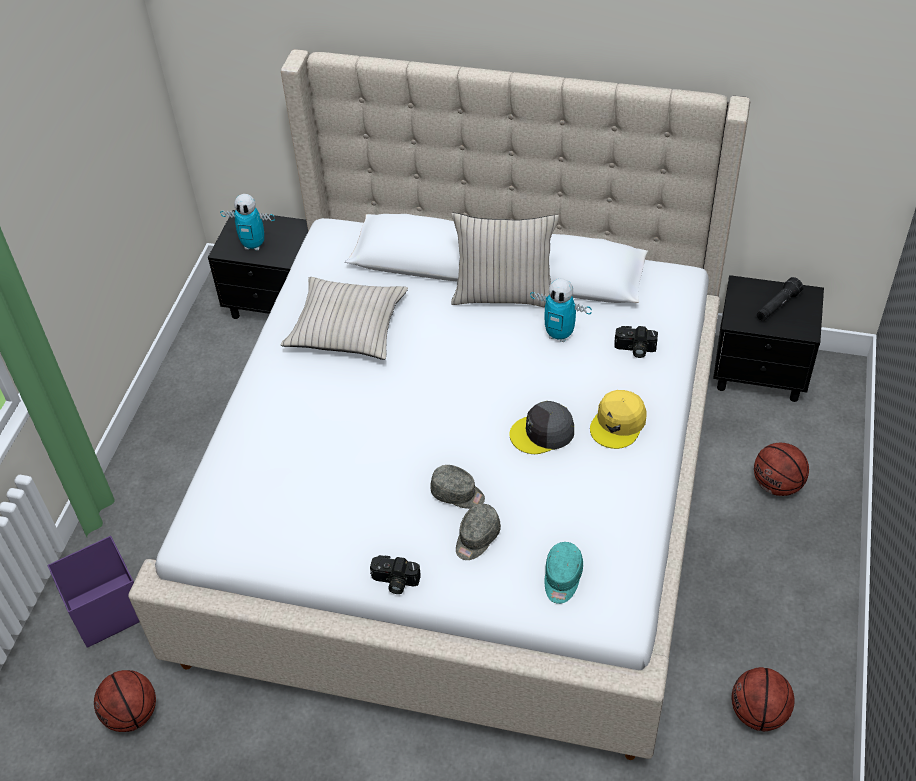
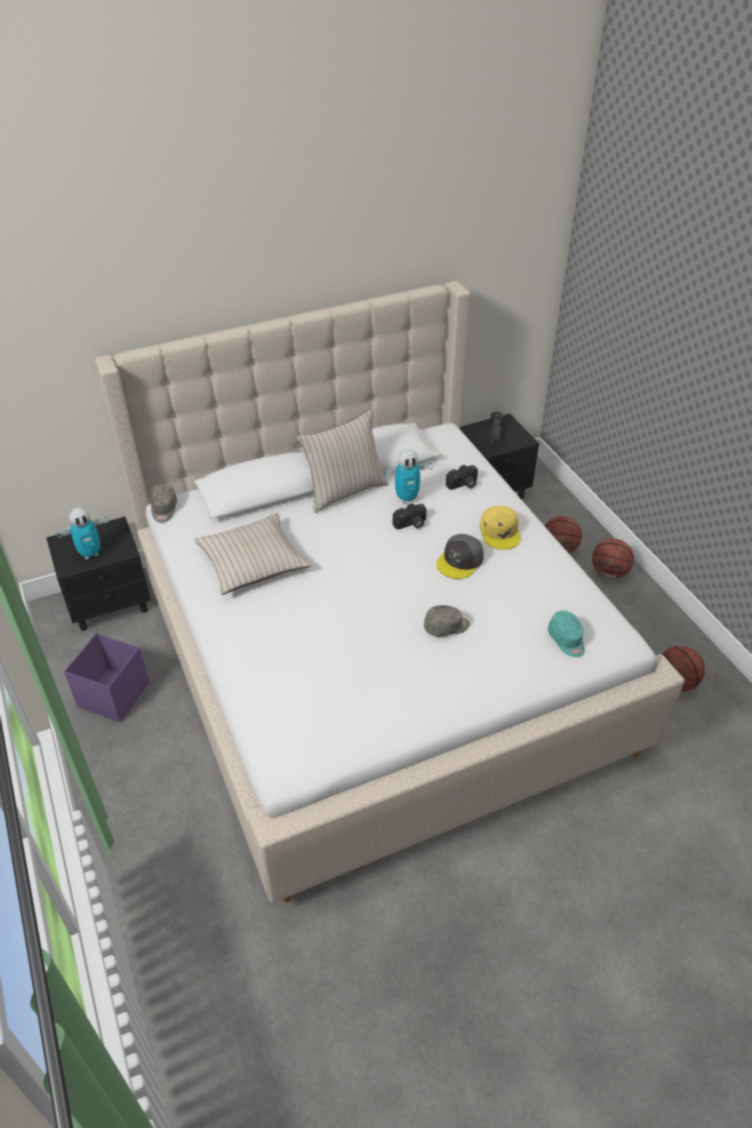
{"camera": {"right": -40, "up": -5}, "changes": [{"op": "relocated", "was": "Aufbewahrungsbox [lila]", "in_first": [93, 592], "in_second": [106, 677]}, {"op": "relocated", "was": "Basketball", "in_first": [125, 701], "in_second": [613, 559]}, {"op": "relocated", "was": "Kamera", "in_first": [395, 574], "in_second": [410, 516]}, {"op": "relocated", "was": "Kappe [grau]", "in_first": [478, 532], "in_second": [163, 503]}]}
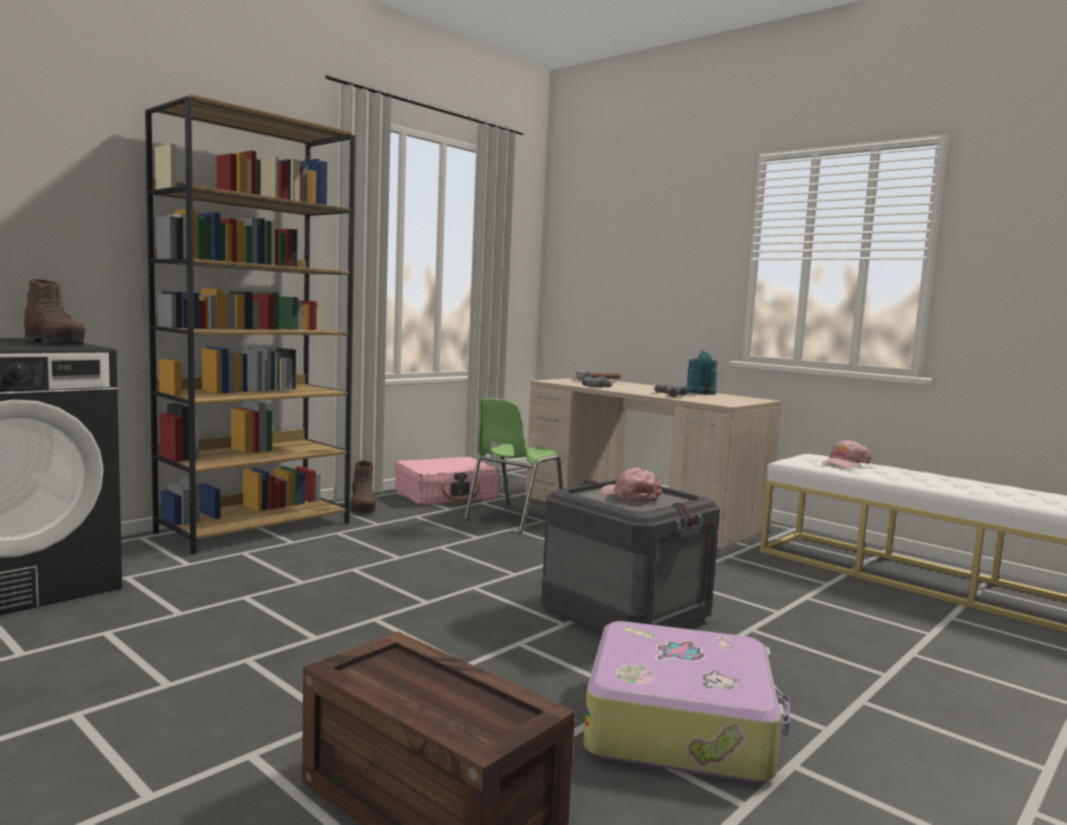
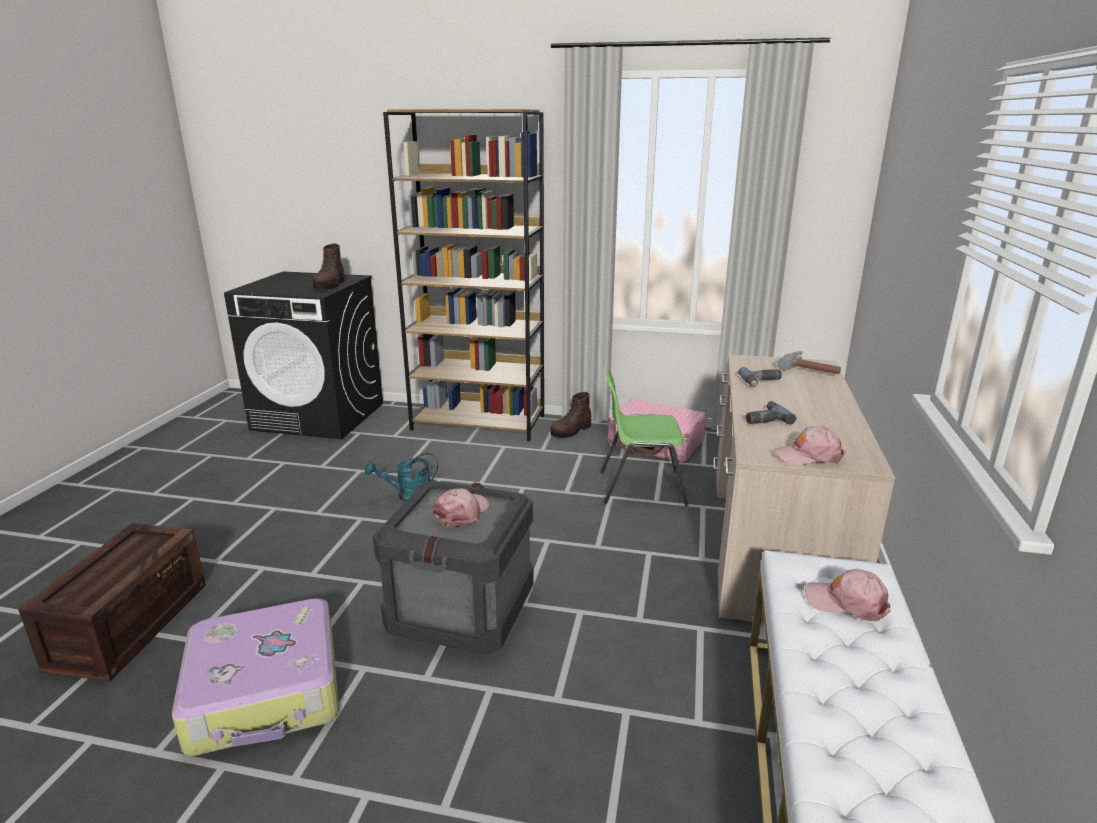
{"camera": {"right": 60, "up": 15}, "changes": [{"op": "relocated", "was": "Gießkanne [türkis]", "in_first": [702, 372], "in_second": [401, 477]}, {"op": "appeared", "now": "Kappe [rosa]", "in_second": [809, 446]}]}
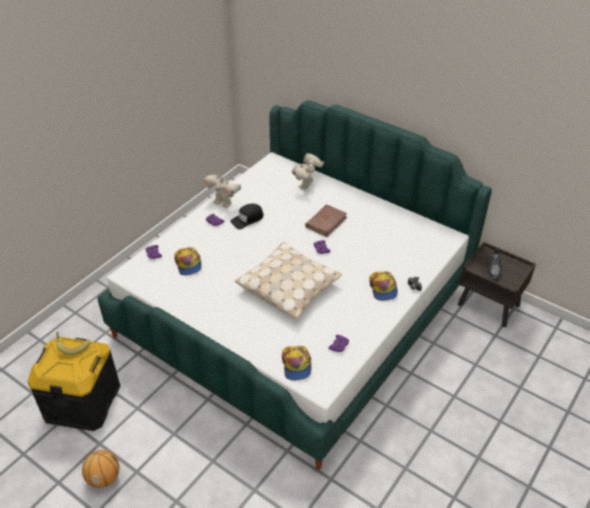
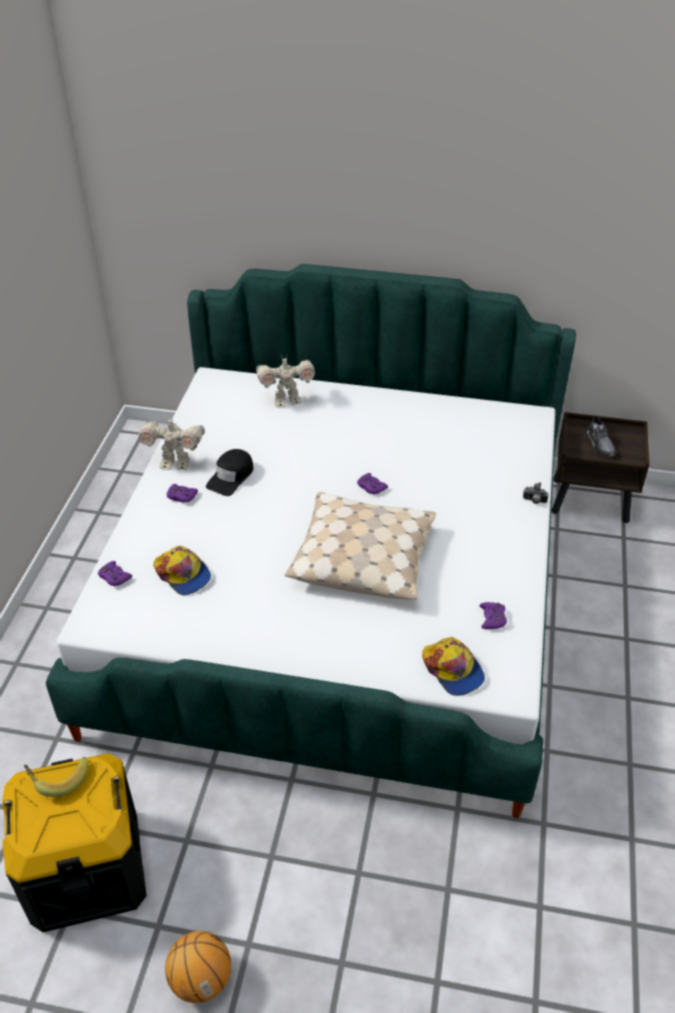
{"camera": {"right": -25, "up": 0}, "changes": [{"op": "spun", "was": "Spielzeugroboter", "in_first": [308, 171], "in_second": [285, 381], "clockwise": -105}, {"op": "missing", "was": "Buch [braun]", "in_first": [326, 220]}, {"op": "missing", "was": "Kappe", "in_first": [384, 286]}]}
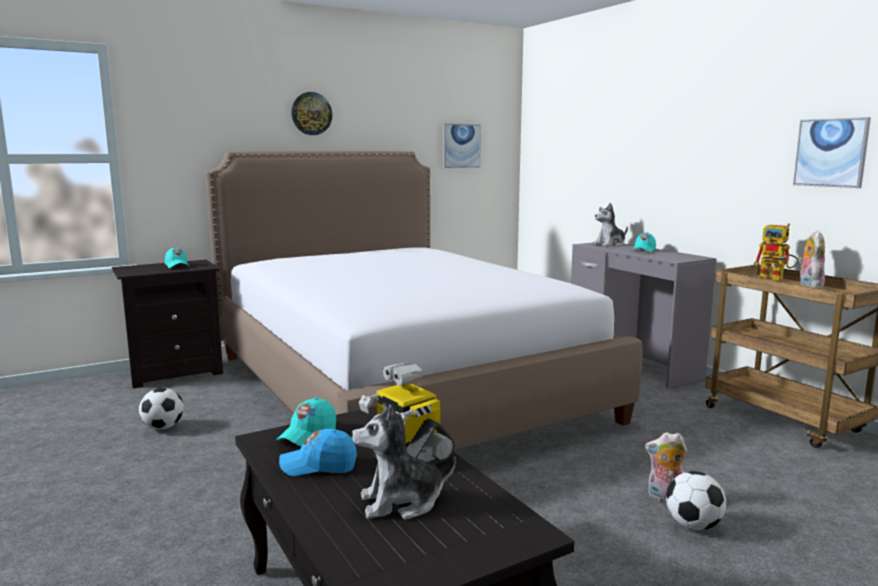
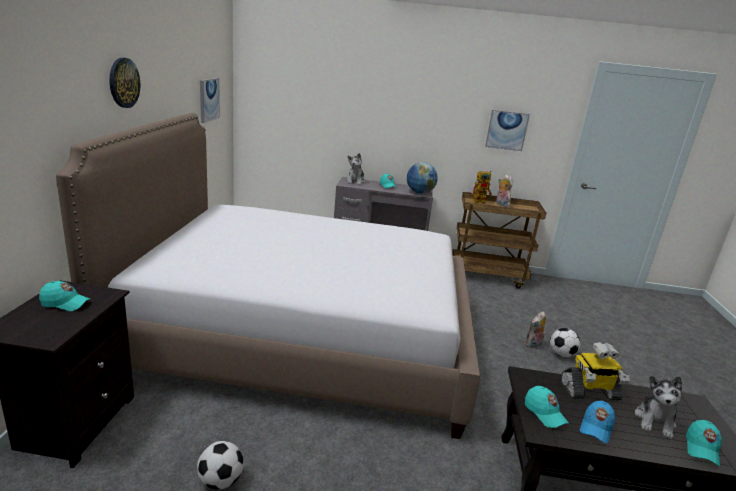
{"camera": {"right": -55, "up": 10}, "changes": [{"op": "appeared", "now": "Globus", "in_second": [422, 178]}, {"op": "appeared", "now": "Kappe [türkis]", "in_second": [704, 443]}]}
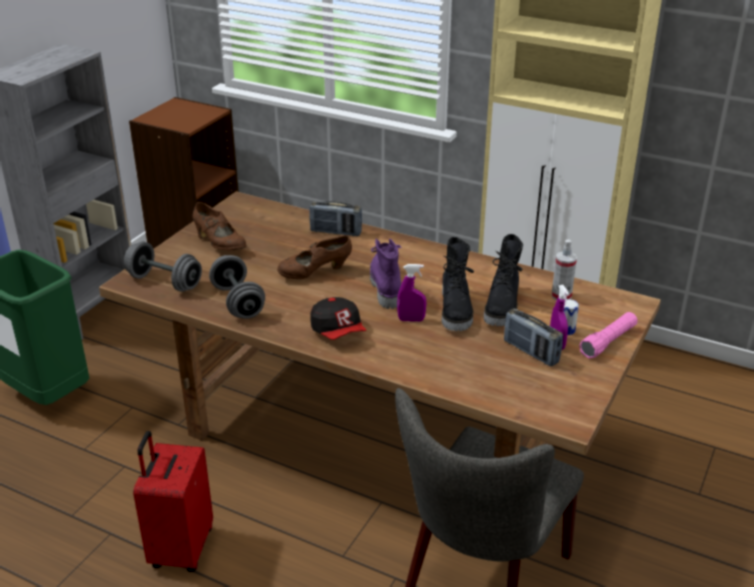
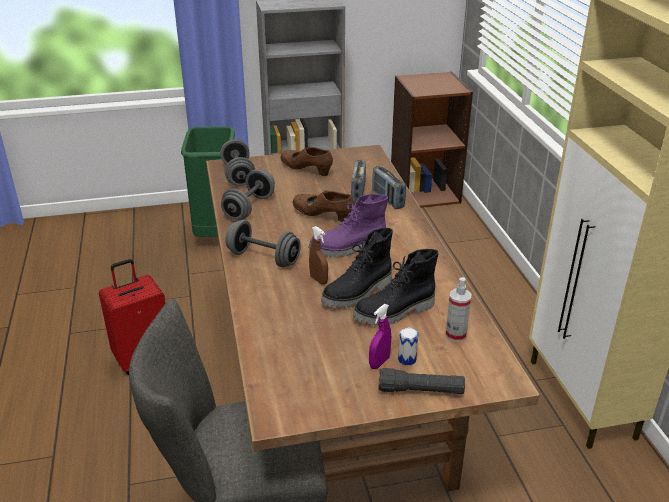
{"camera": {"right": 50, "up": 0}, "changes": [{"op": "spun", "was": "Schuh [braun]", "in_first": [219, 226], "in_second": [307, 161], "clockwise": 120}, {"op": "exchanged", "was": "Kappe", "now": "Hantel [grau]", "in_first": [338, 318], "in_second": [263, 243]}, {"op": "spun", "was": "Stiefel [lila]", "in_first": [386, 274], "in_second": [348, 226], "clockwise": -150}, {"op": "colour", "was": "Sprühflasche [lila]", "now": "Sprühflasche [braun]", "in_first": [411, 293], "in_second": [318, 255]}, {"op": "relocated", "was": "Radio", "in_first": [533, 337], "in_second": [358, 181]}, {"op": "colour", "was": "Taschenlampe [rosa]", "now": "Taschenlampe [schwarz]", "in_first": [608, 335], "in_second": [421, 381]}]}
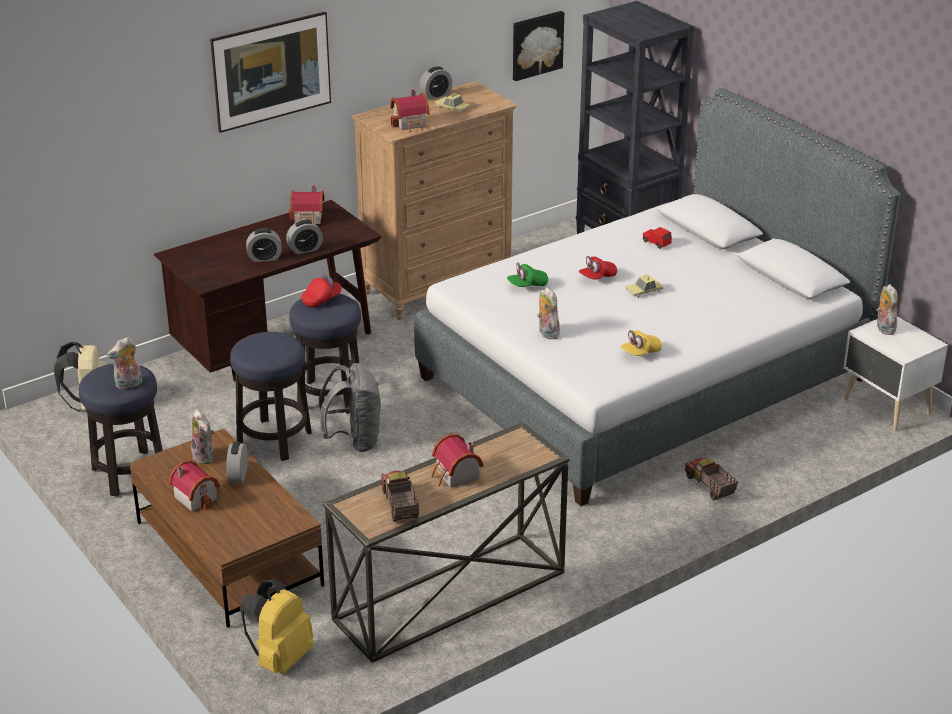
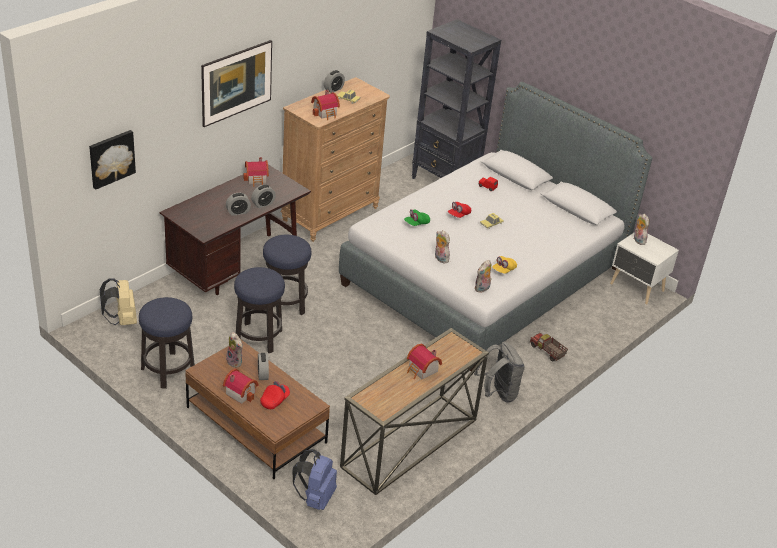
{"camera": {"right": -15, "up": 5}, "changes": [{"op": "relocated", "was": "Plüschtier", "in_first": [124, 363], "in_second": [483, 276]}, {"op": "colour", "was": "Rucksack [gelb]", "now": "Rucksack [blau]", "in_first": [276, 626], "in_second": [314, 479]}, {"op": "relocated", "was": "Kappe [rot]", "in_first": [322, 291], "in_second": [275, 395]}, {"op": "relocated", "was": "Rucksack [grau]", "in_first": [350, 407], "in_second": [499, 372]}, {"op": "missing", "was": "Spielzeuglaster", "in_first": [400, 496]}, {"op": "relocated", "was": "Bild", "in_first": [538, 46], "in_second": [112, 160]}]}
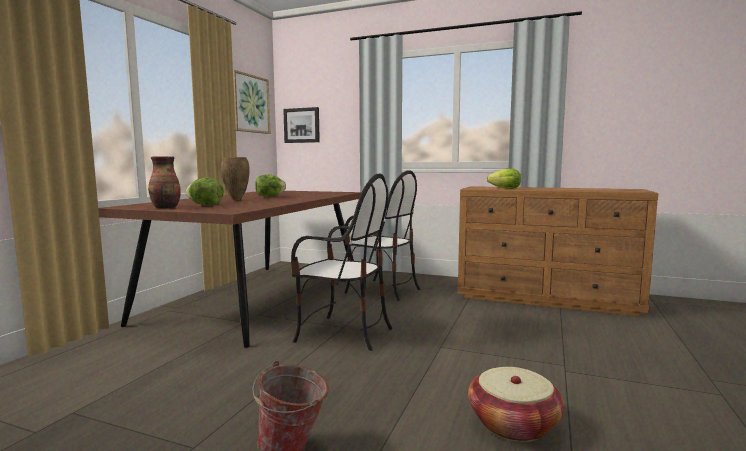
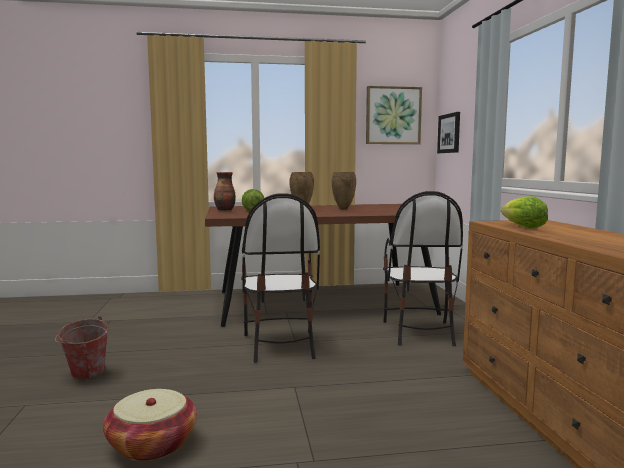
{"camera": {"right": 60, "up": 0}, "changes": [{"op": "exchanged", "was": "Salatkopf", "now": "Vase [braun]", "in_first": [270, 185], "in_second": [343, 191]}]}
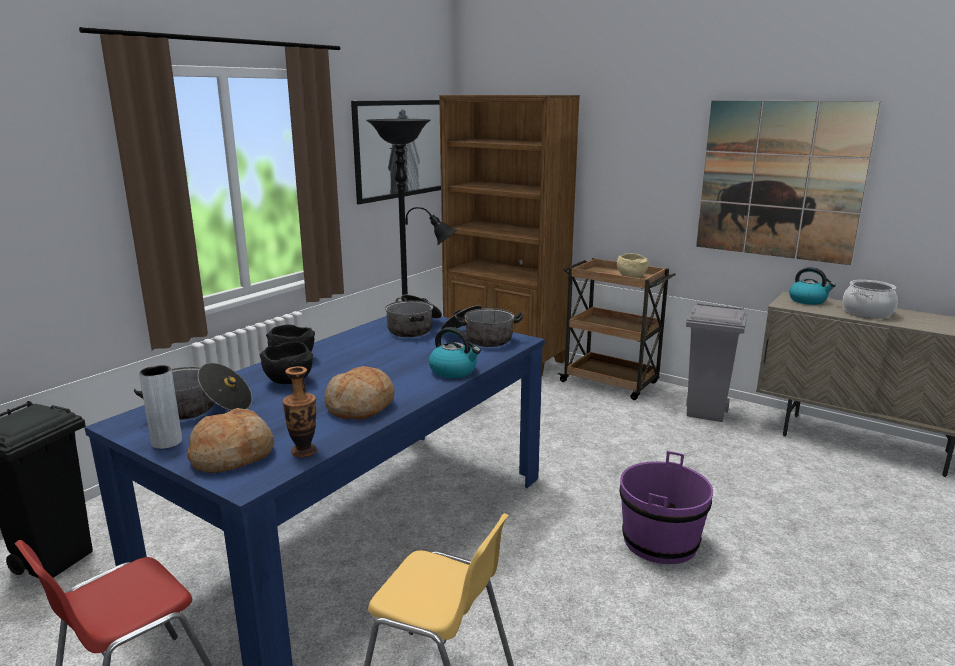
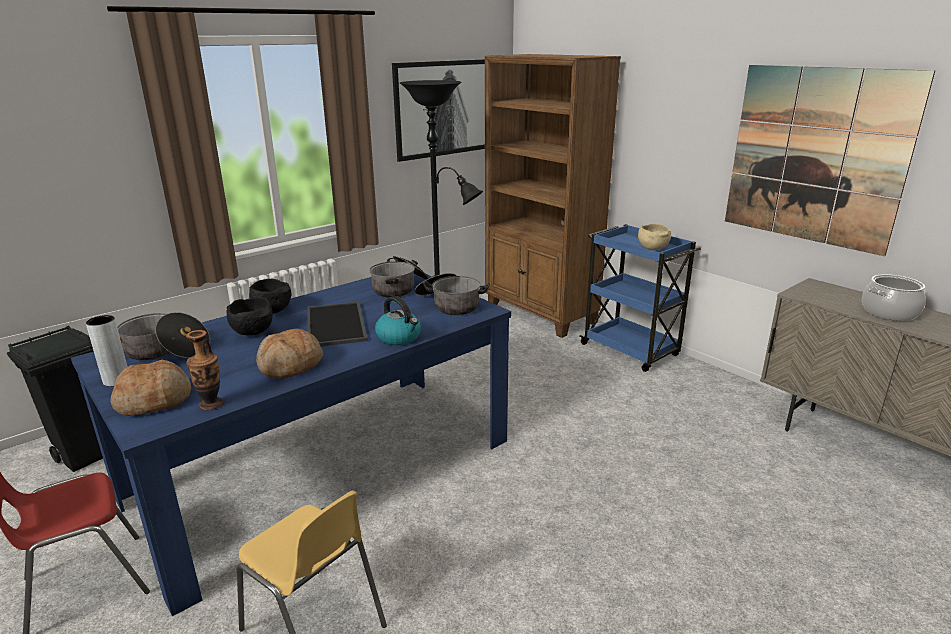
{"camera": {"right": 15, "up": 5}, "changes": [{"op": "colour", "was": "Rollwagen [braun]", "now": "Rollwagen [blau]", "in_first": [617, 329], "in_second": [640, 298]}, {"op": "missing", "was": "Eimer [lila]", "in_first": [666, 507]}, {"op": "missing", "was": "Mülleimer [grau]", "in_first": [716, 362]}, {"op": "missing", "was": "Wasserkessel", "in_first": [812, 286]}, {"op": "appeared", "now": "Tablett", "in_second": [337, 323]}]}
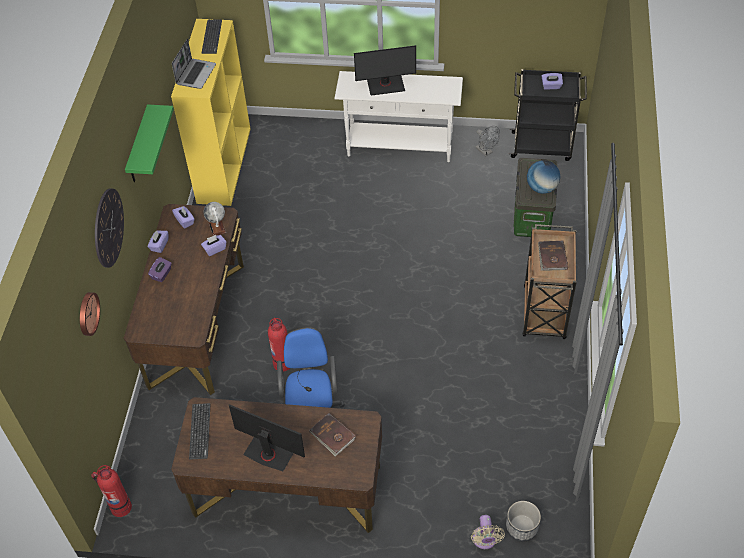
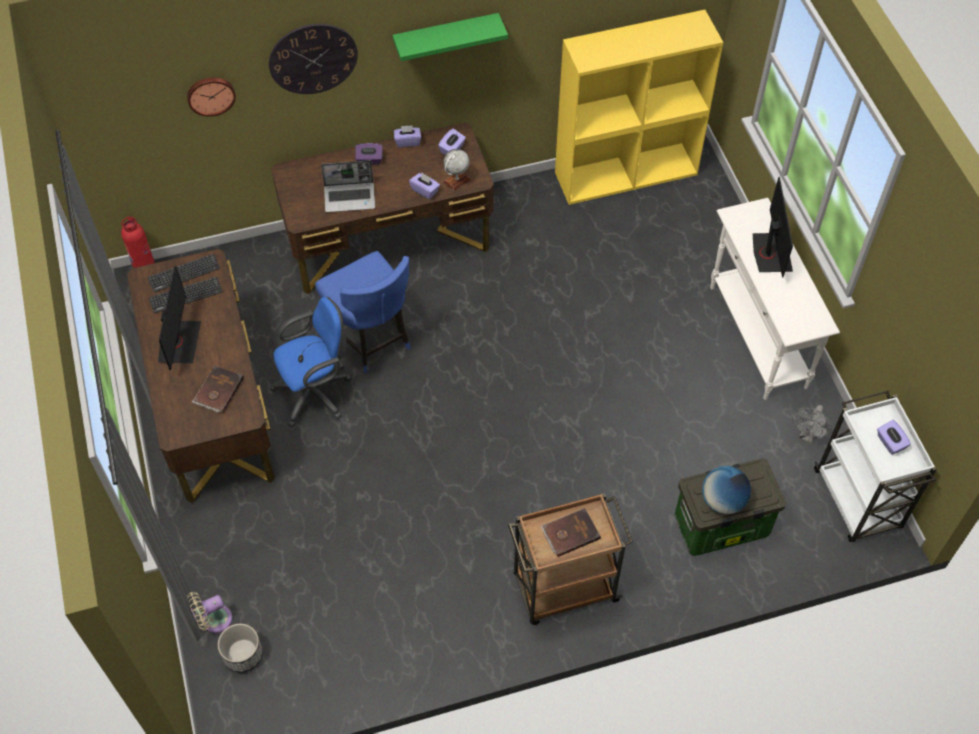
{"camera": {"right": 65, "up": 5}, "changes": [{"op": "relocated", "was": "Laptop", "in_first": [194, 64], "in_second": [348, 186]}, {"op": "relocated", "was": "Tastatur", "in_first": [212, 36], "in_second": [186, 295]}, {"op": "exchanged", "was": "Feuerlöscher", "now": "Stuhl [blau]", "in_first": [279, 344], "in_second": [363, 312]}, {"op": "spun", "was": "Monitor", "in_first": [385, 70], "in_second": [773, 227], "clockwise": -150}, {"op": "colour", "was": "Rollwagen [schwarz]", "now": "Rollwagen [weiß]", "in_first": [548, 115], "in_second": [875, 466]}]}
